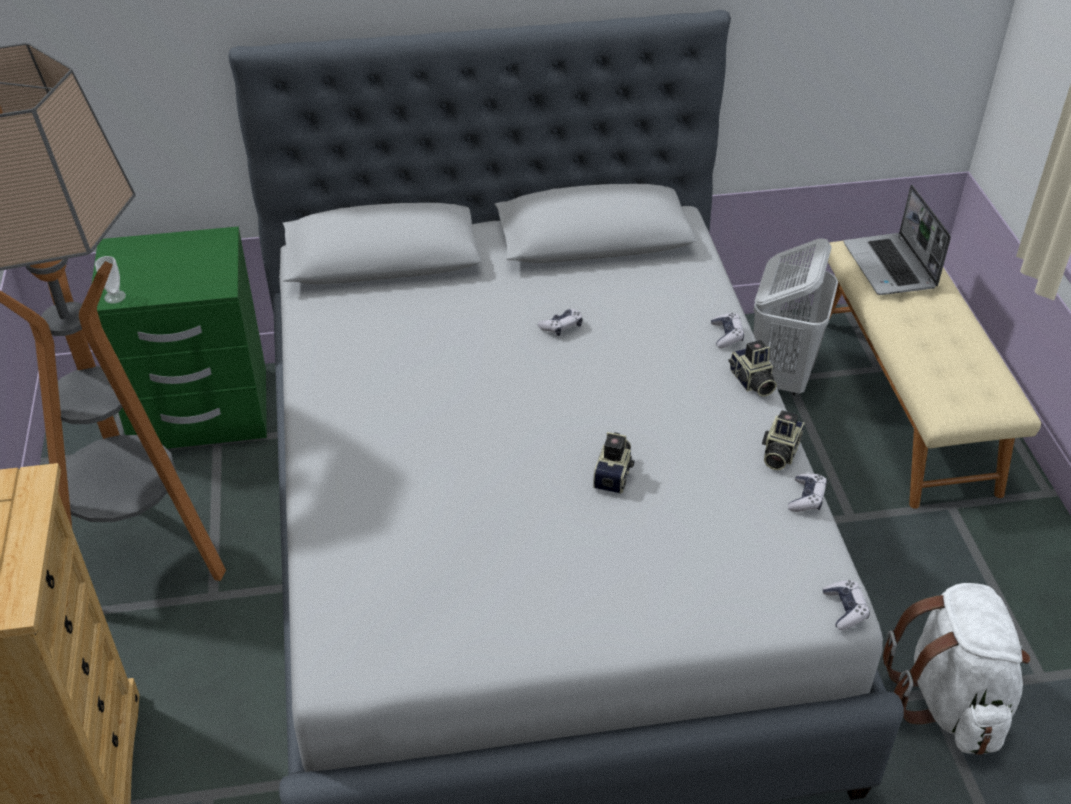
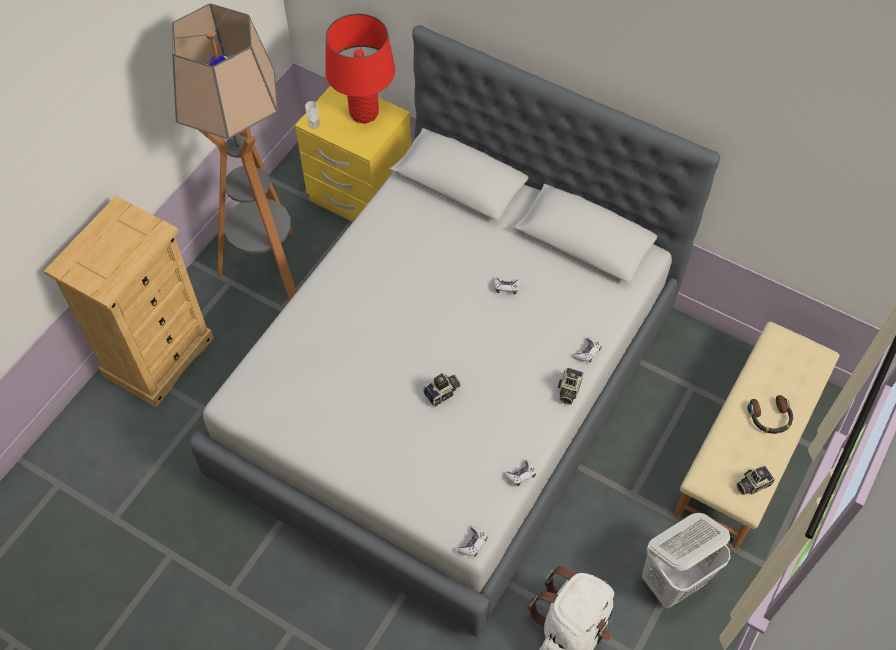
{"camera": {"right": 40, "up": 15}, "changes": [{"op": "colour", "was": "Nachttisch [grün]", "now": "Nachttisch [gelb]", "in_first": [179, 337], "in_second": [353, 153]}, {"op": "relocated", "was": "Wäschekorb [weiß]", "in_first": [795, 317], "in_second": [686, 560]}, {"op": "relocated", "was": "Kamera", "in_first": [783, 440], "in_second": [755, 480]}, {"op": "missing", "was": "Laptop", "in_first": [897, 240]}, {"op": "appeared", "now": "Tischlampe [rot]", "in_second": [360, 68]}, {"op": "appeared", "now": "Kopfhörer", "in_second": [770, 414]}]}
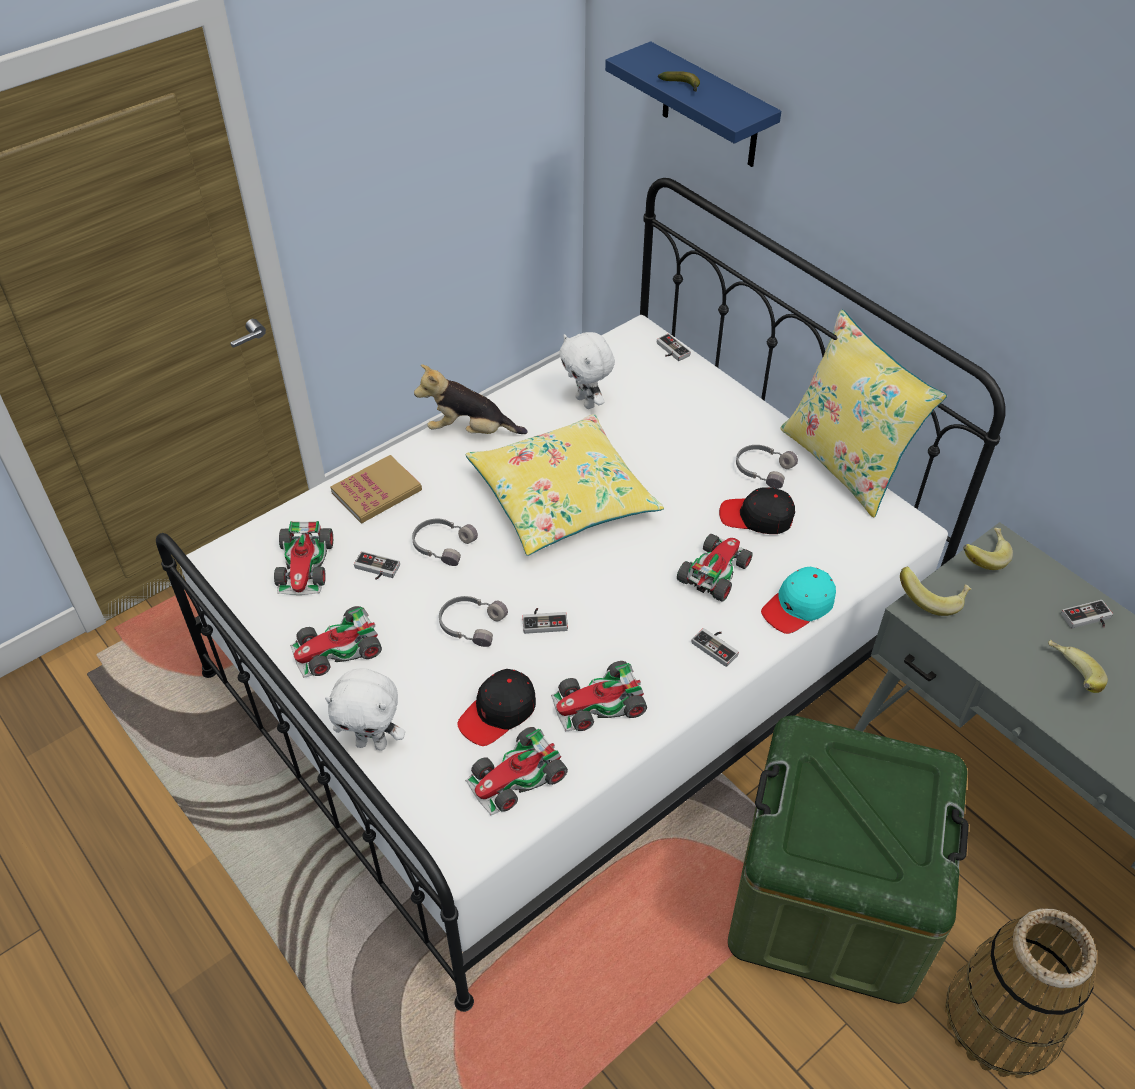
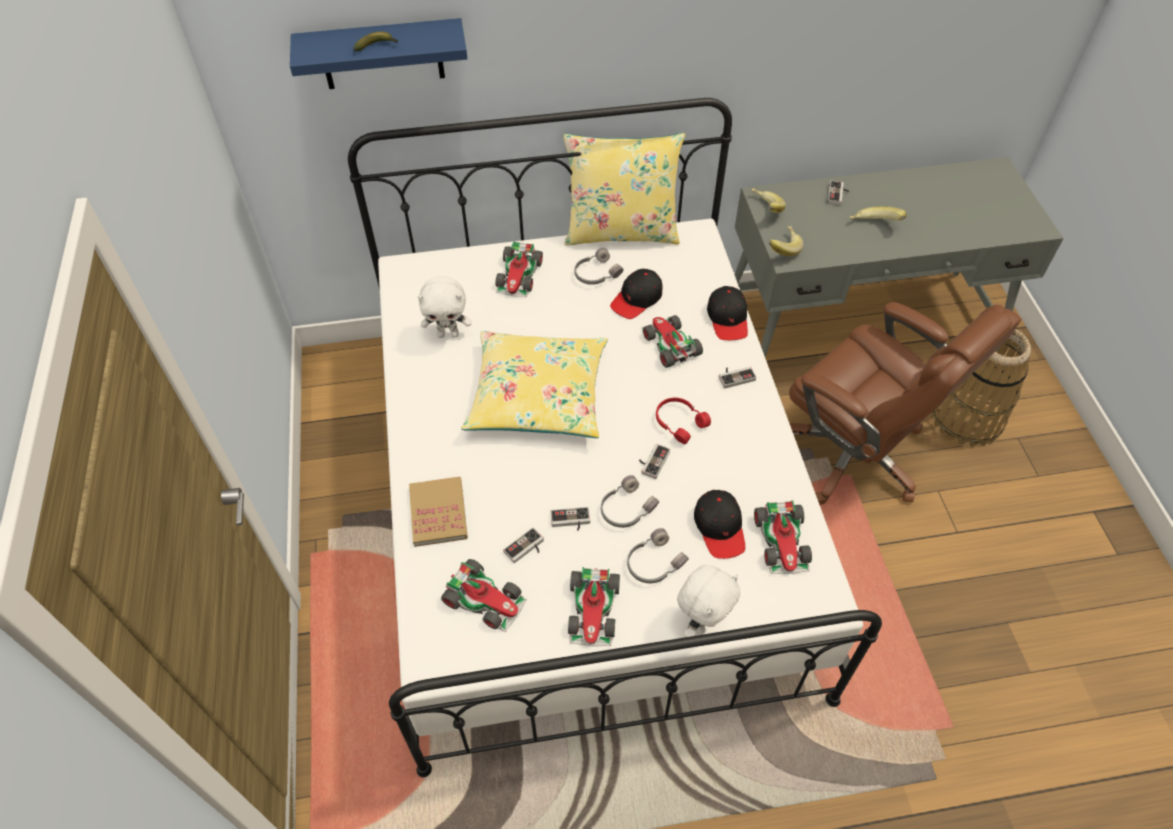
{"camera": {"right": -60, "up": 5}, "changes": [{"op": "relocated", "was": "Kopfhörer [grau]", "in_first": [445, 542], "in_second": [658, 555]}, {"op": "missing", "was": "Plüschtier", "in_first": [470, 399]}, {"op": "relocated", "was": "Spielzeugauto", "in_first": [599, 696], "in_second": [519, 269]}, {"op": "relocated", "was": "Gamepad", "in_first": [674, 347], "in_second": [570, 519]}, {"op": "exchanged", "was": "Aufbewahrungsbox [grün]", "now": "Bürostuhl [braun]", "in_first": [848, 859], "in_second": [905, 403]}, {"op": "colour", "was": "Kappe [türkis]", "now": "Kappe [schwarz]", "in_first": [798, 600], "in_second": [727, 313]}, {"op": "appeared", "now": "Kopfhörer [rot]", "in_second": [683, 421]}]}
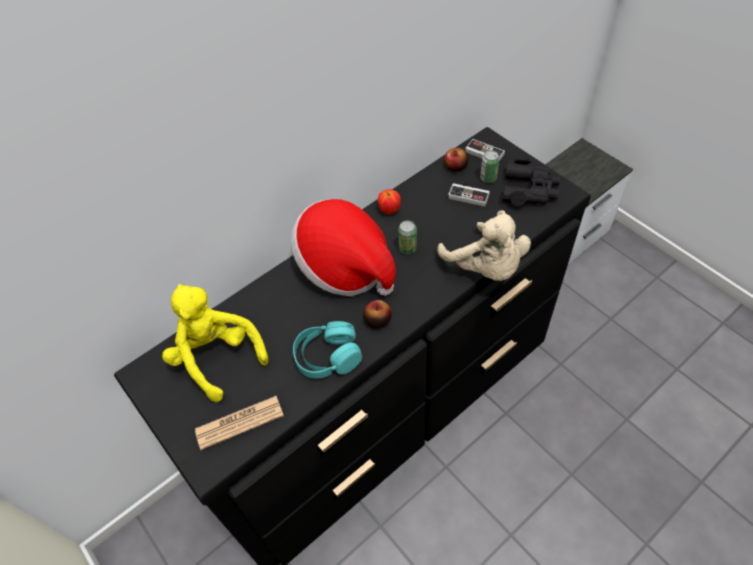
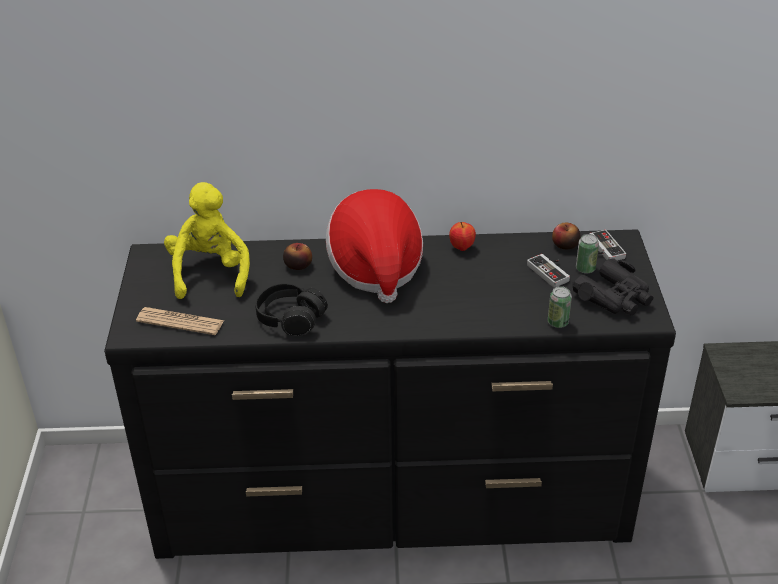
{"camera": {"right": 35, "up": -15}, "changes": [{"op": "colour", "was": "Kopfhörer [türkis]", "now": "Kopfhörer [schwarz]", "in_first": [327, 350], "in_second": [291, 310]}, {"op": "relocated", "was": "Apfel", "in_first": [377, 314], "in_second": [297, 256]}, {"op": "relocated", "was": "Dose", "in_first": [407, 237], "in_second": [560, 307]}, {"op": "missing", "was": "Plüschtier [beige]", "in_first": [484, 245]}]}
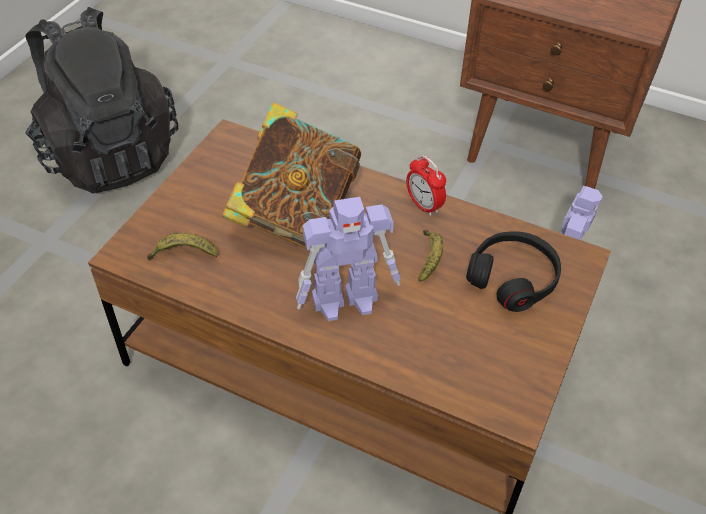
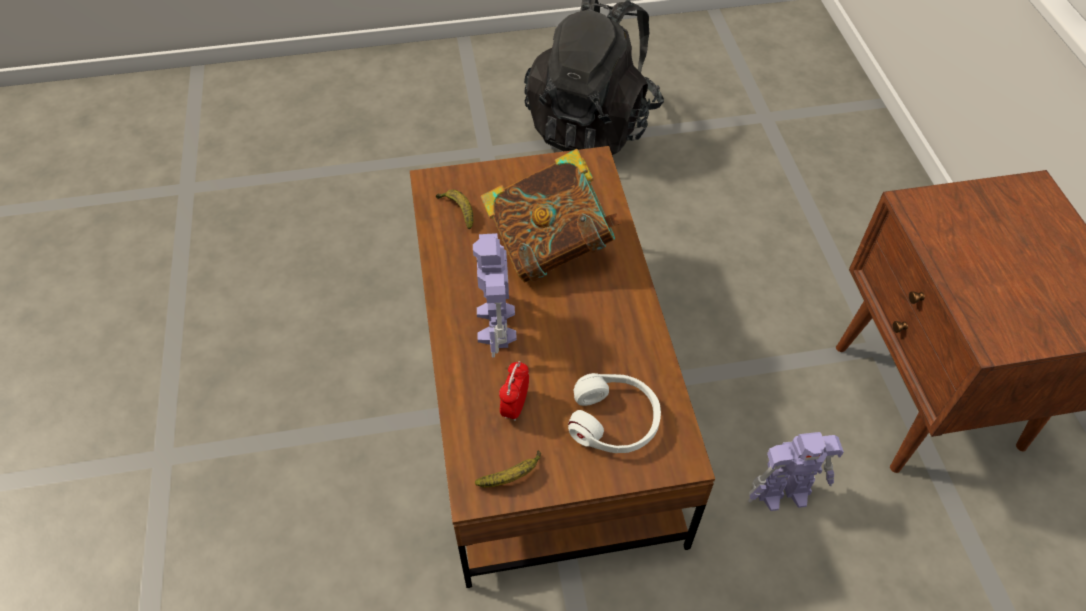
{"camera": {"right": 55, "up": 5}, "changes": [{"op": "spun", "was": "Spielzeugroboter", "in_first": [348, 259], "in_second": [495, 295], "clockwise": 45}, {"op": "relocated", "was": "Wecker", "in_first": [426, 185], "in_second": [514, 391]}, {"op": "relocated", "was": "Banane", "in_first": [430, 256], "in_second": [508, 468]}, {"op": "colour", "was": "Kopfhörer [schwarz]", "now": "Kopfhörer [weiß]", "in_first": [513, 271], "in_second": [614, 413]}]}
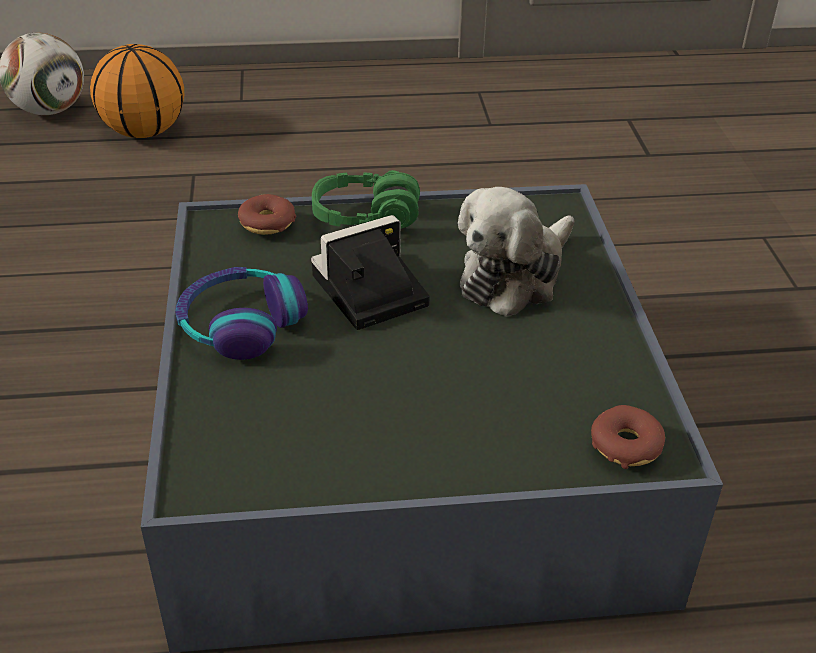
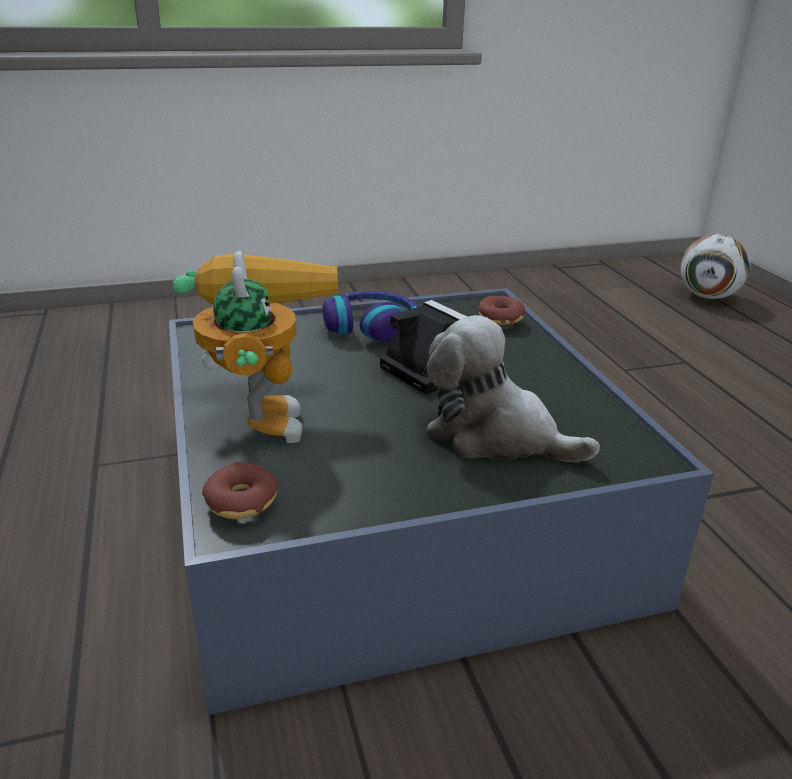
{"camera": {"right": 80, "up": -10}, "changes": [{"op": "missing", "was": "Basketball", "in_first": [137, 91]}, {"op": "missing", "was": "Kopfhörer [grün]", "in_first": [366, 199]}, {"op": "appeared", "now": "Spielzeugroboter", "in_second": [255, 347]}]}
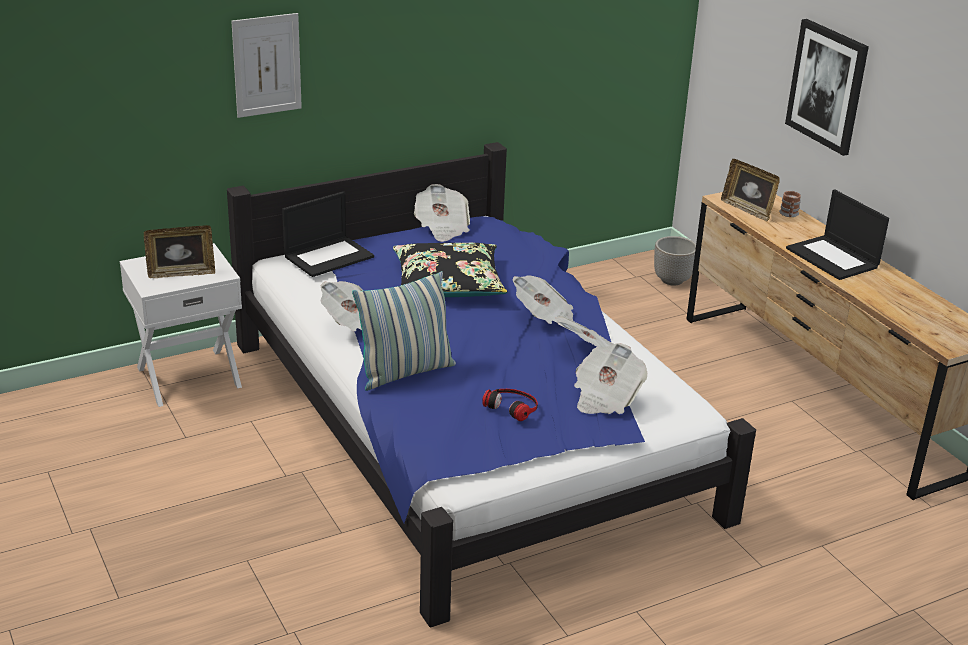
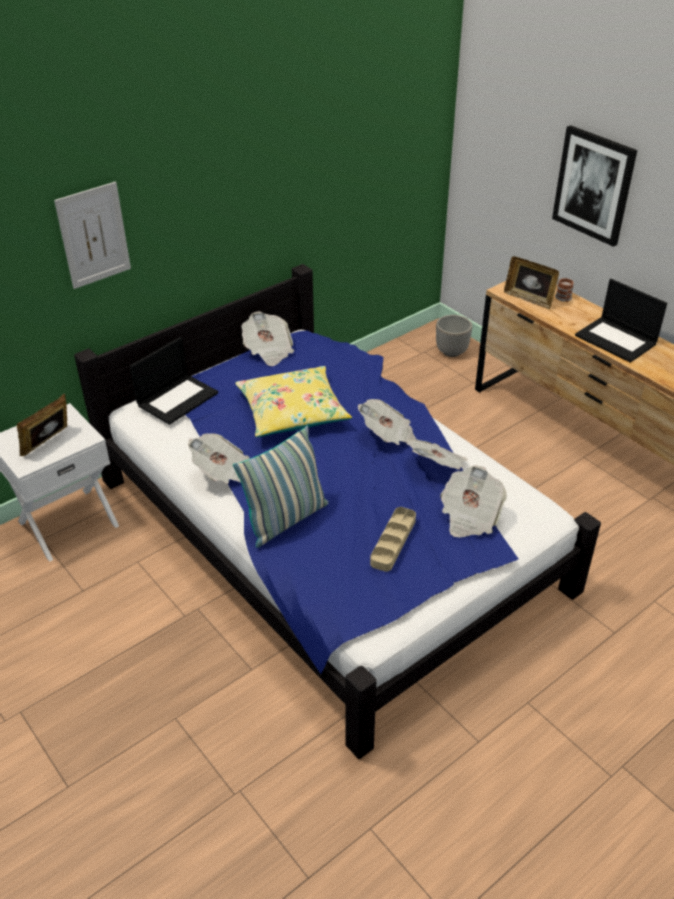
{"camera": {"right": -10, "up": 10}, "changes": [{"op": "spun", "was": "Bilderrahmen", "in_first": [179, 251], "in_second": [42, 425], "clockwise": 150}, {"op": "colour", "was": "Kissen [schwarz]", "now": "Kissen [gelb]", "in_first": [450, 270], "in_second": [293, 401]}, {"op": "exchanged", "was": "Kopfhörer", "now": "Tablett [beige]", "in_first": [510, 405], "in_second": [393, 539]}]}
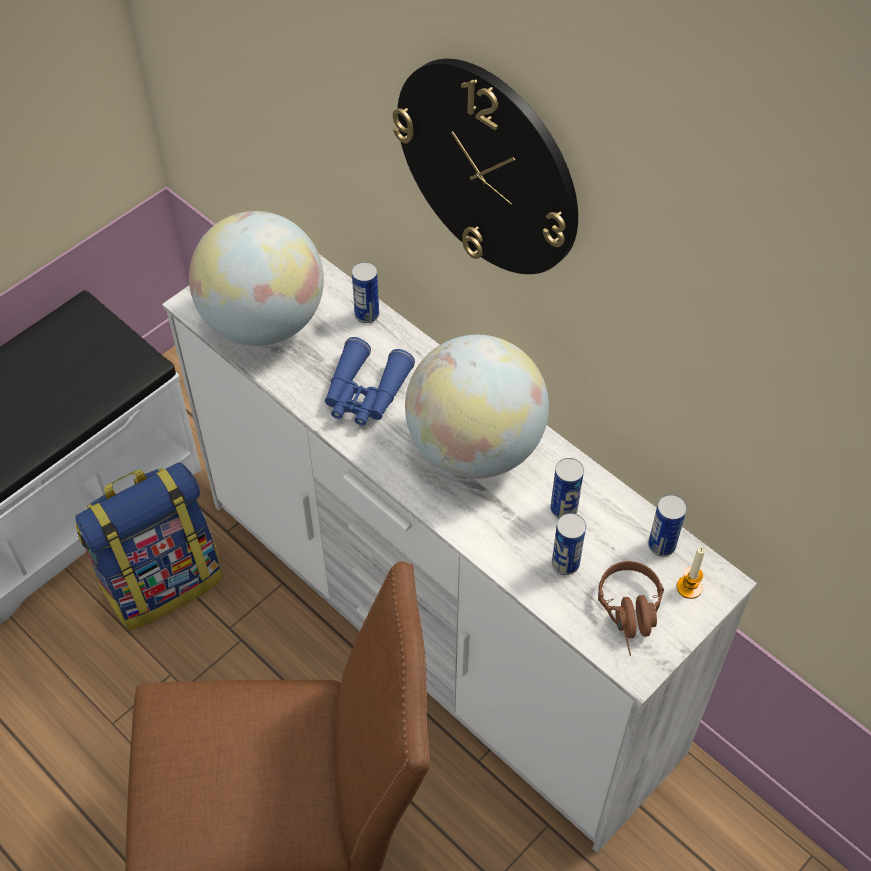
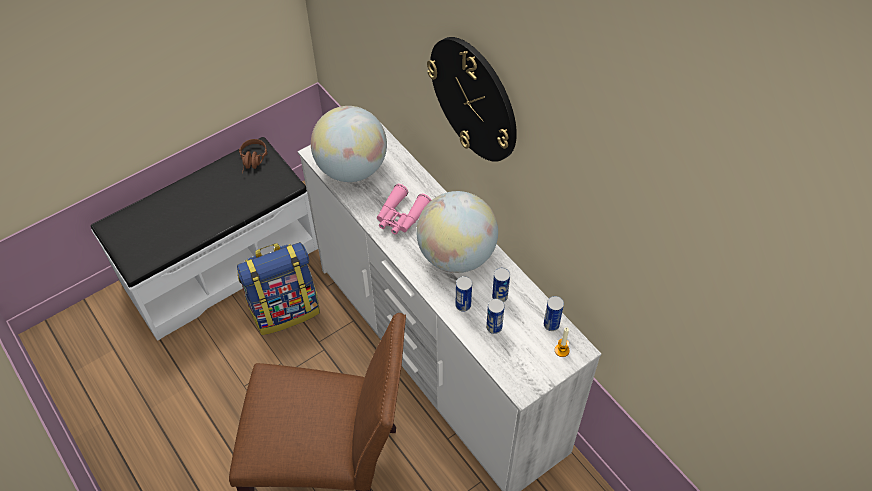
{"camera": {"right": 10, "up": 0}, "changes": [{"op": "colour", "was": "Fernglas [blau]", "now": "Fernglas [rosa]", "in_first": [370, 381], "in_second": [404, 209]}, {"op": "relocated", "was": "Dose", "in_first": [365, 292], "in_second": [463, 294]}, {"op": "relocated", "was": "Kopfhörer [braun]", "in_first": [631, 608], "in_second": [253, 156]}]}
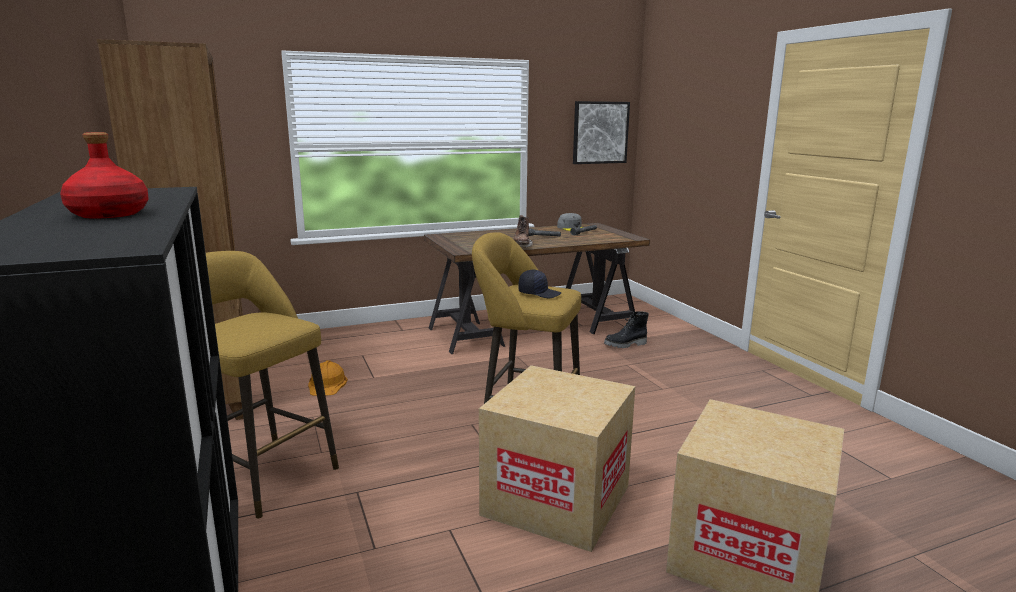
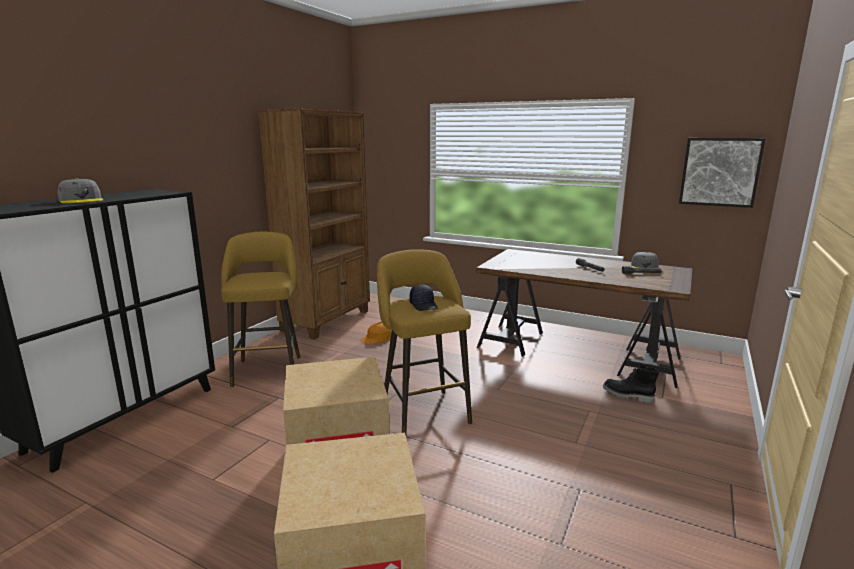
{"camera": {"right": 50, "up": 0}, "changes": [{"op": "exchanged", "was": "Flasche [rot]", "now": "Kappe [grau]", "in_first": [104, 175], "in_second": [80, 190]}, {"op": "missing", "was": "Stiefel [braun]", "in_first": [523, 231]}]}
